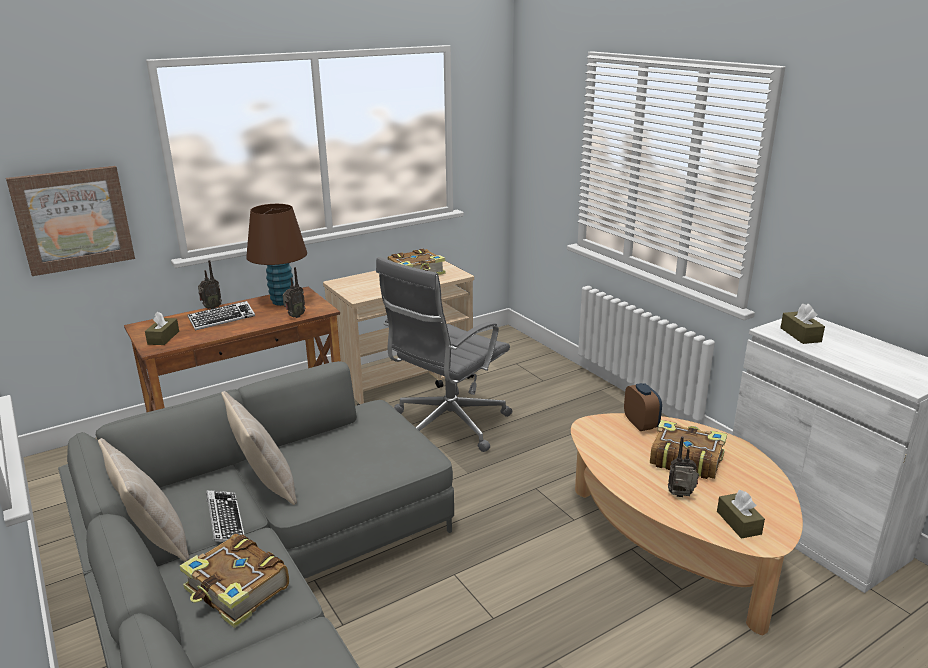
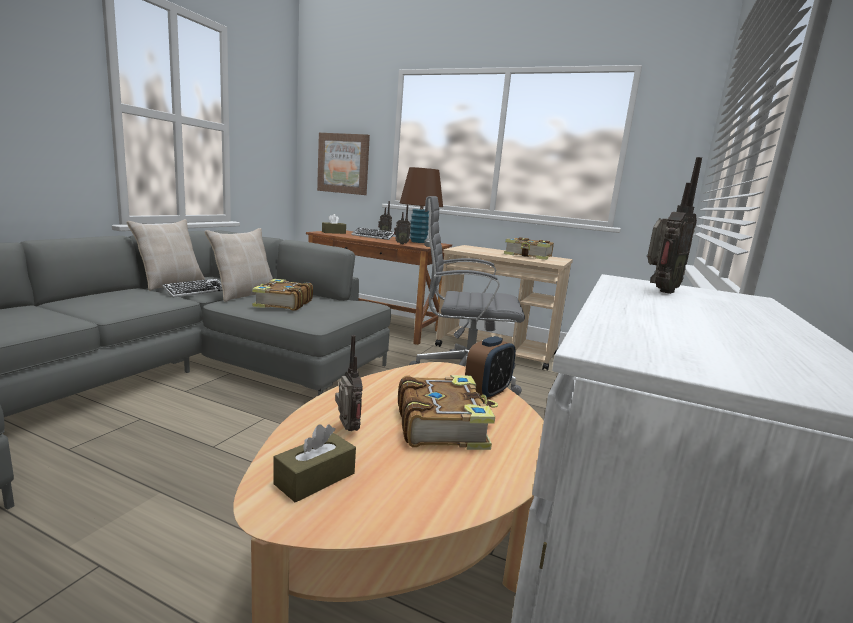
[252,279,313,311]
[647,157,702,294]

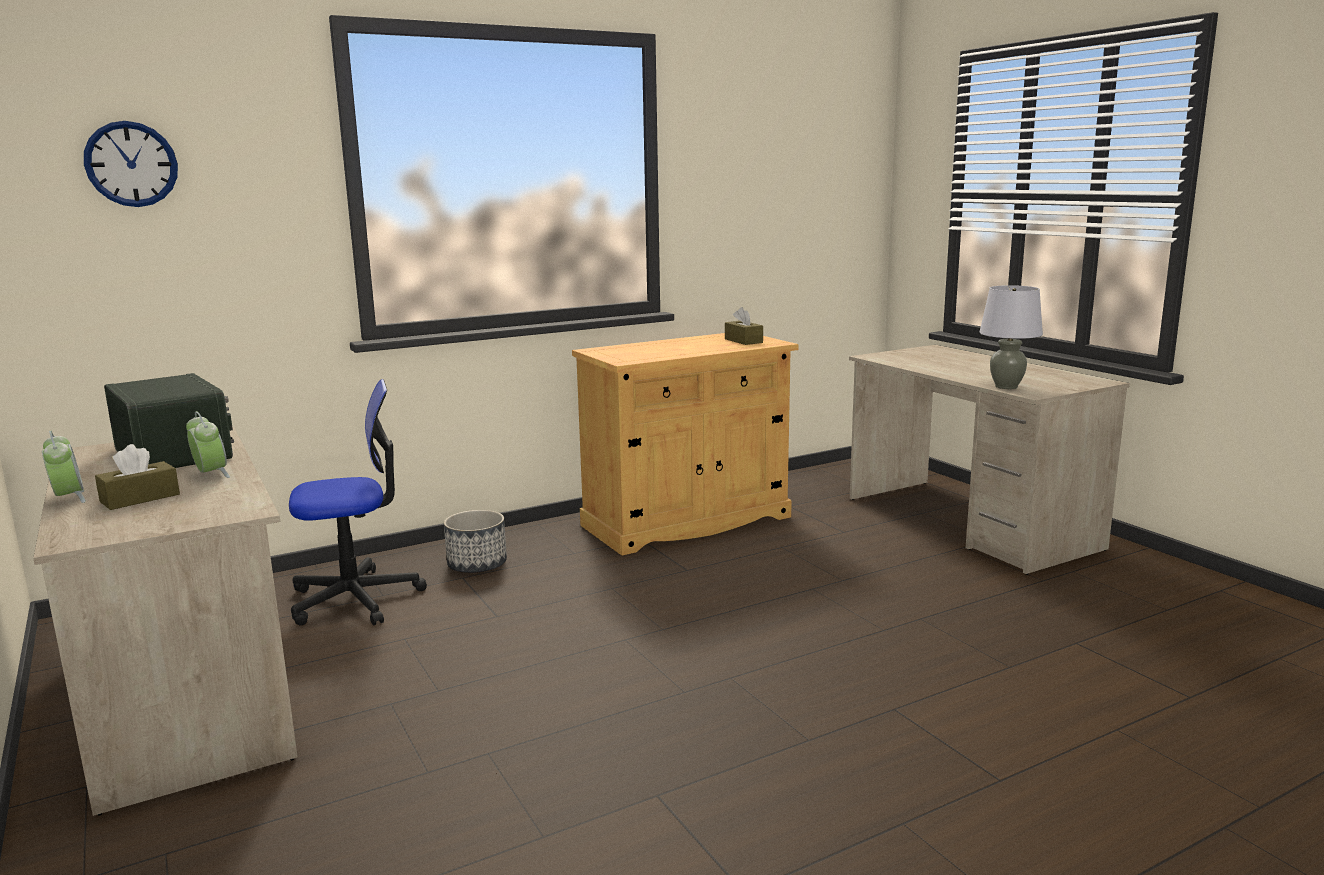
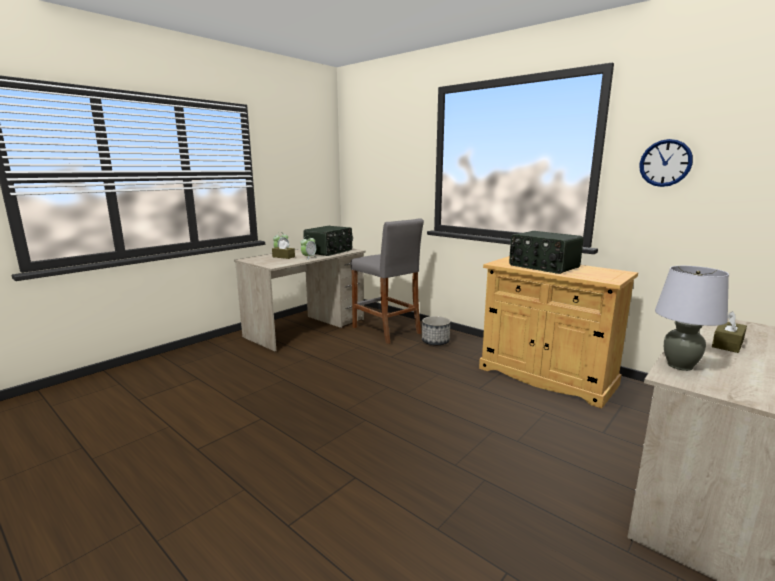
[351,218,424,344]
[509,231,583,274]
[640,139,693,187]
[712,311,747,353]

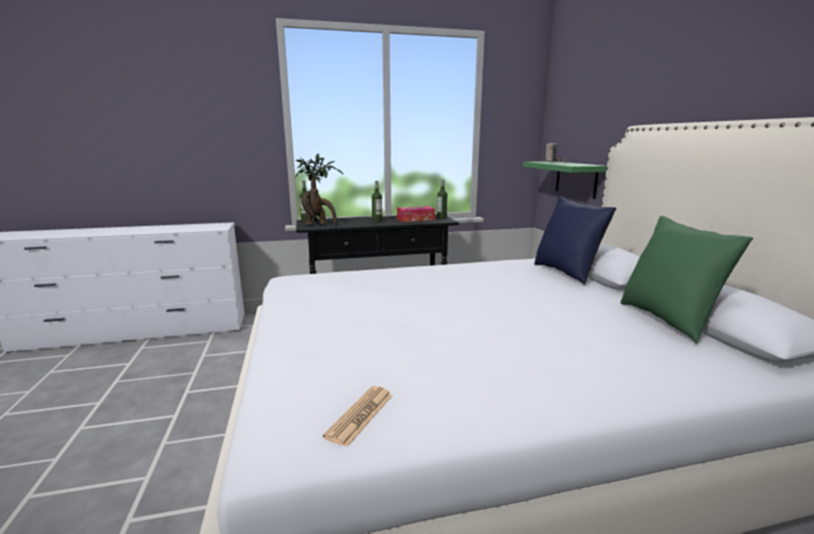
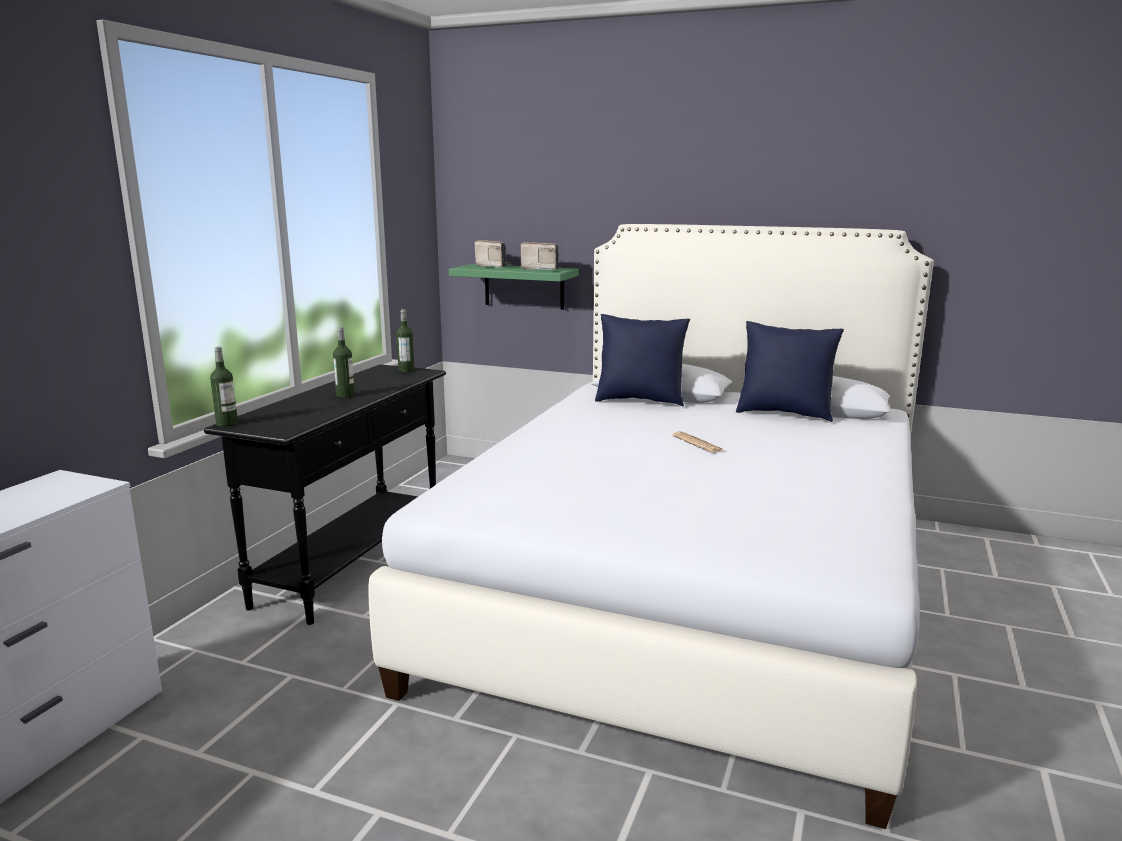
[520,242,559,270]
[672,431,723,453]
[736,321,844,422]
[295,153,344,225] (first image)
[397,206,435,222] (first image)

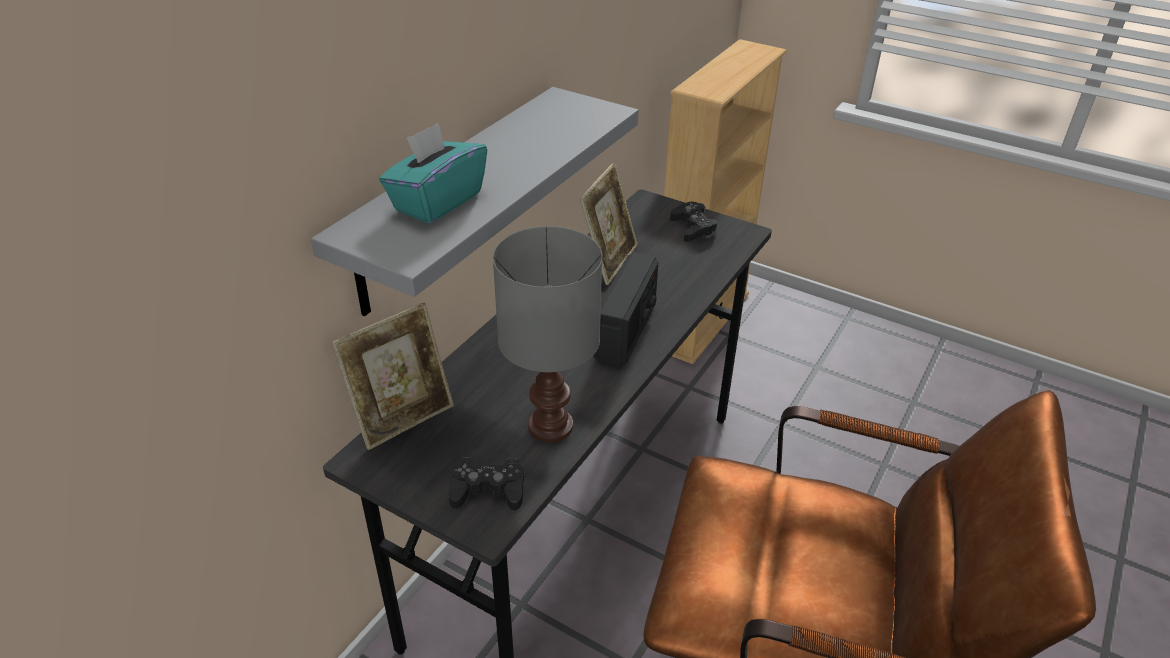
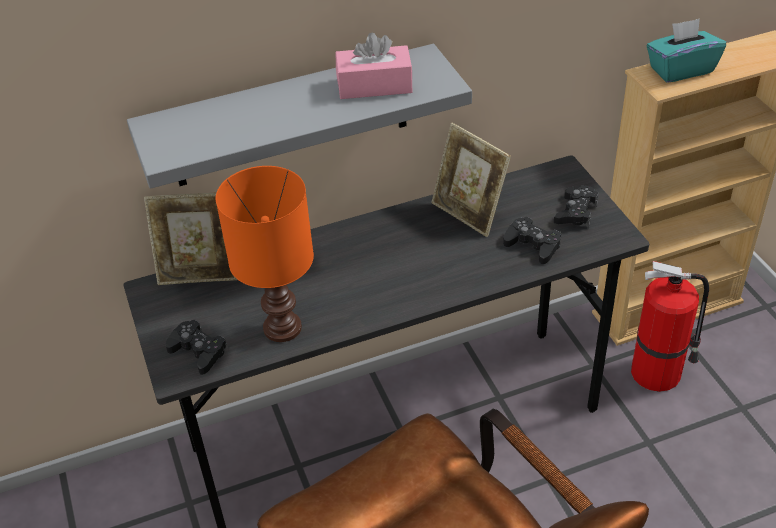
[216,166,314,342]
[336,33,413,99]
[431,123,511,237]
[503,217,561,264]
[631,261,709,392]
[647,19,726,83]
[594,252,658,368] (first image)

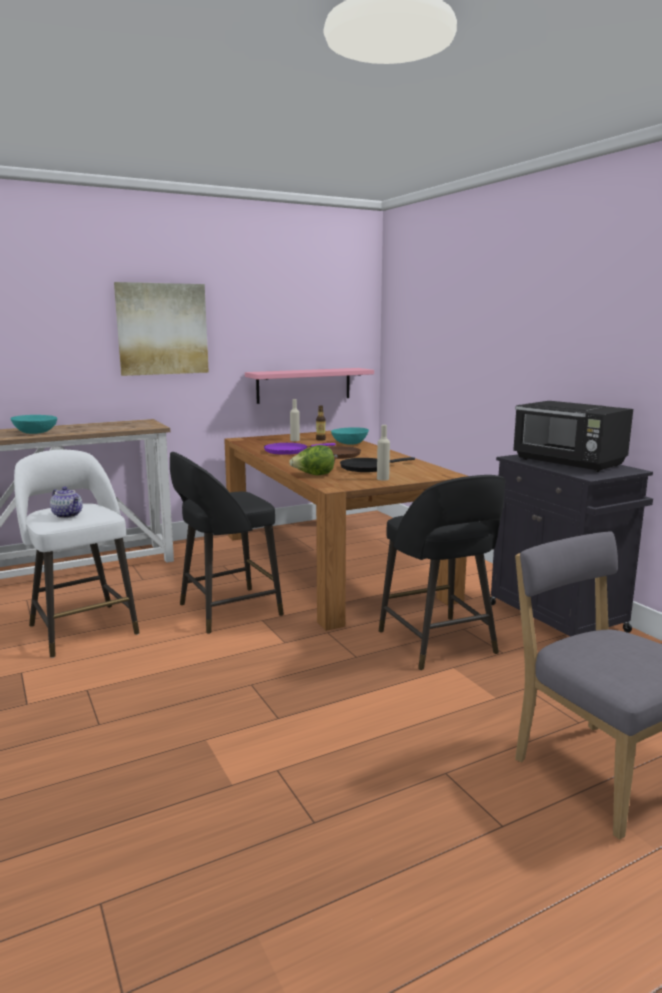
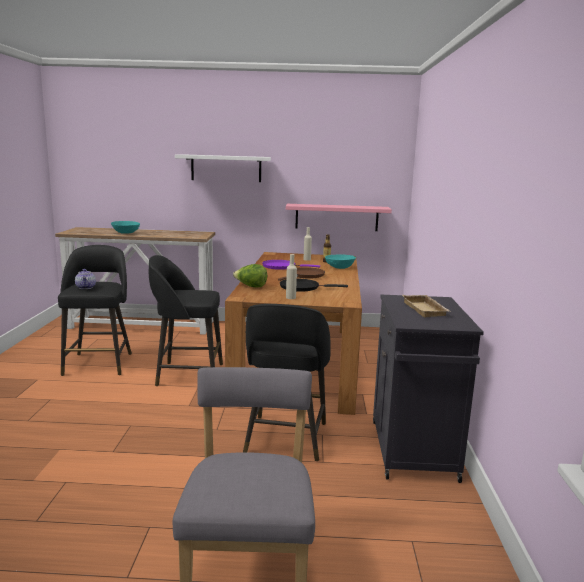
[58,245,132,376]
[175,154,271,182]
[402,295,450,317]

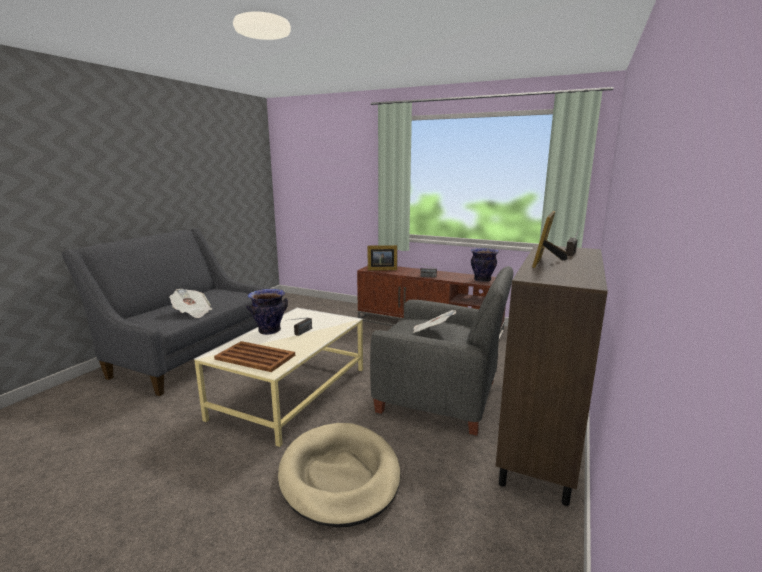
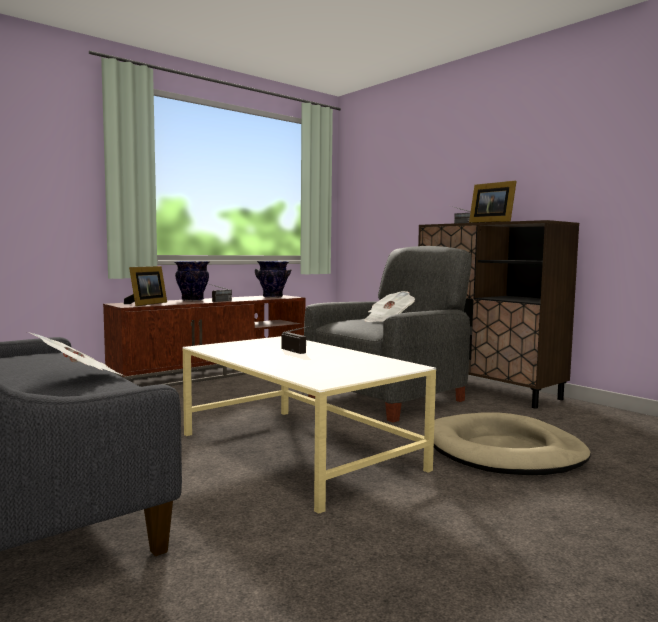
[174,261,210,301]
[214,341,295,372] (first image)

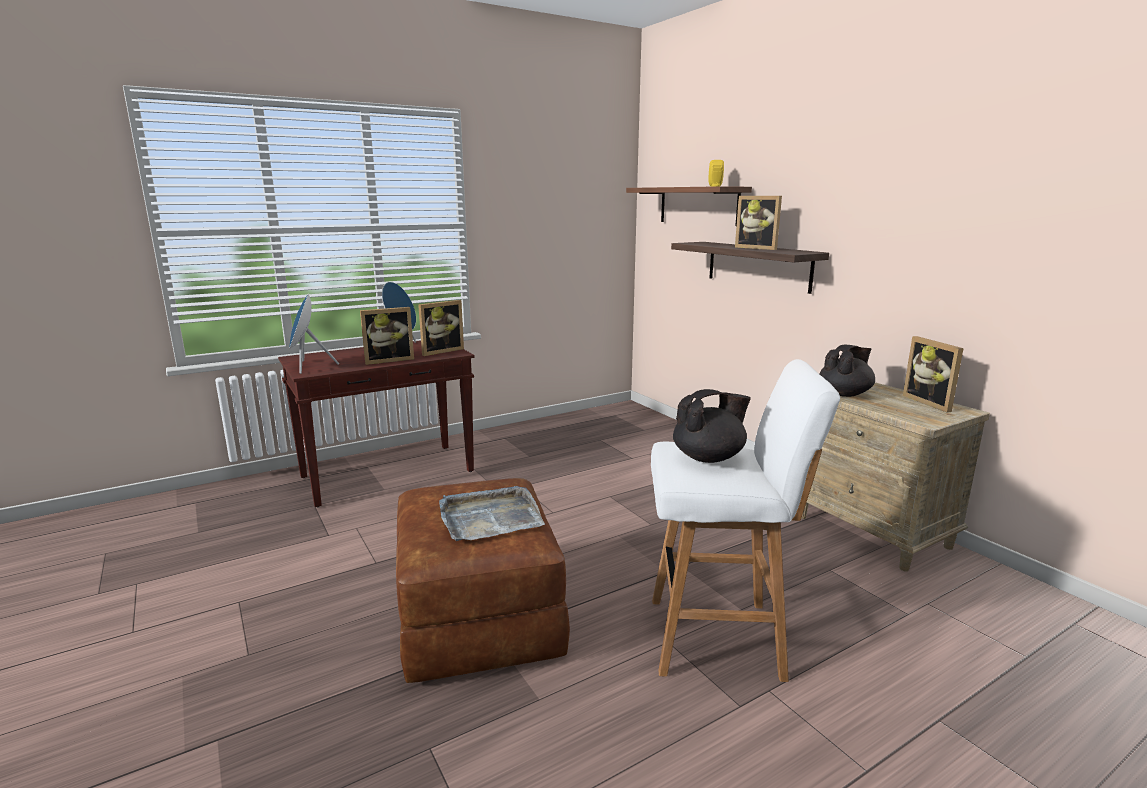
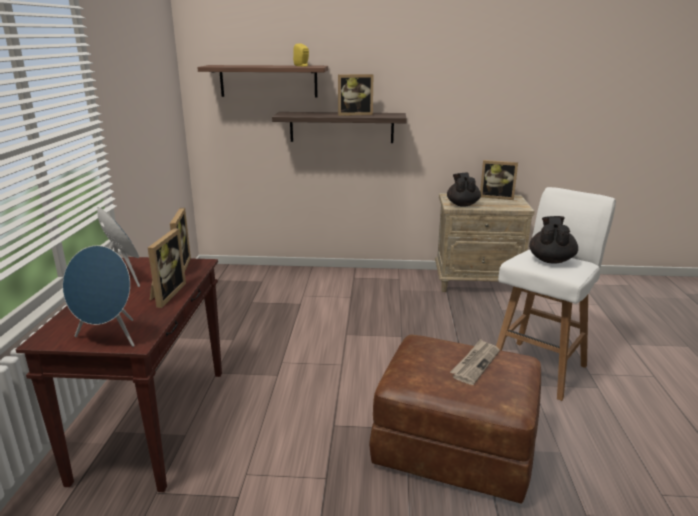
[450,339,500,385]

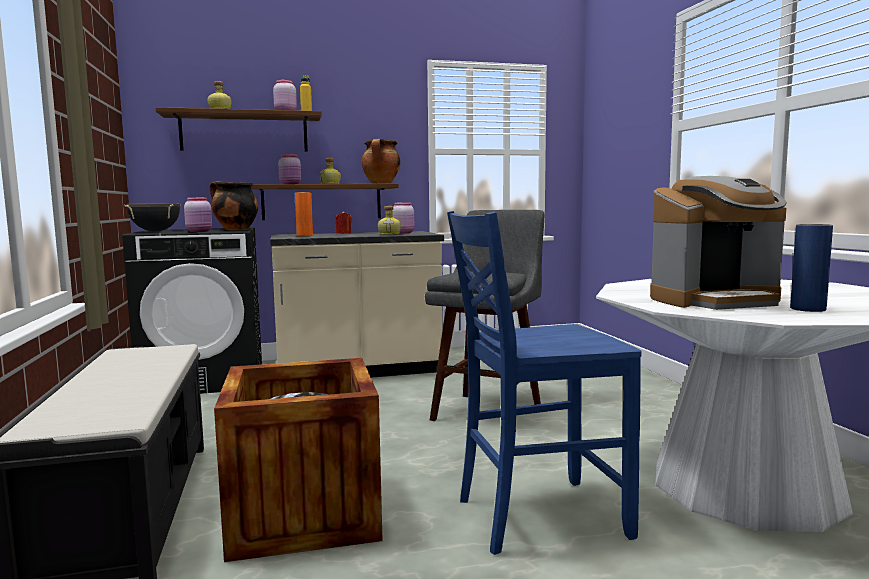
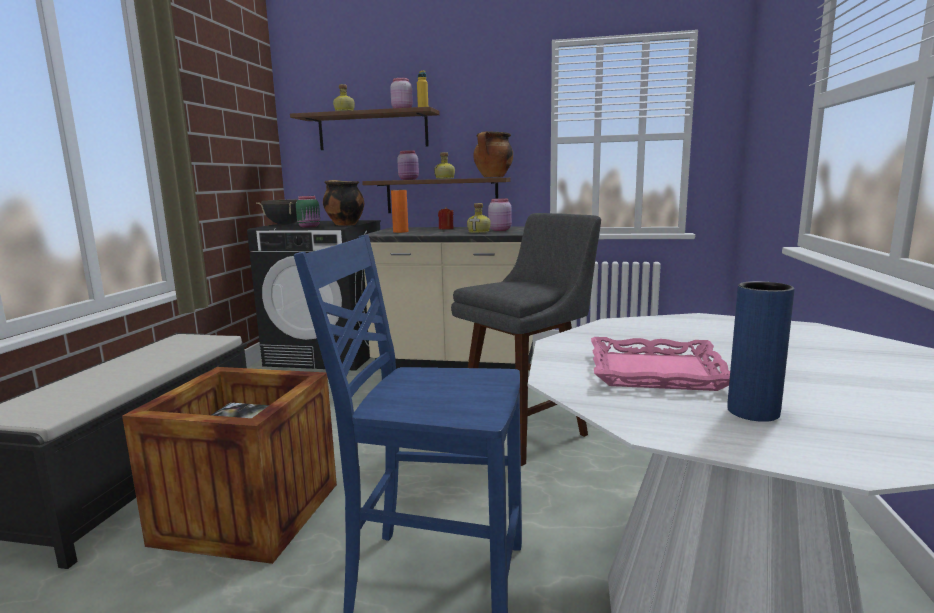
[296,196,320,227]
[591,337,730,391]

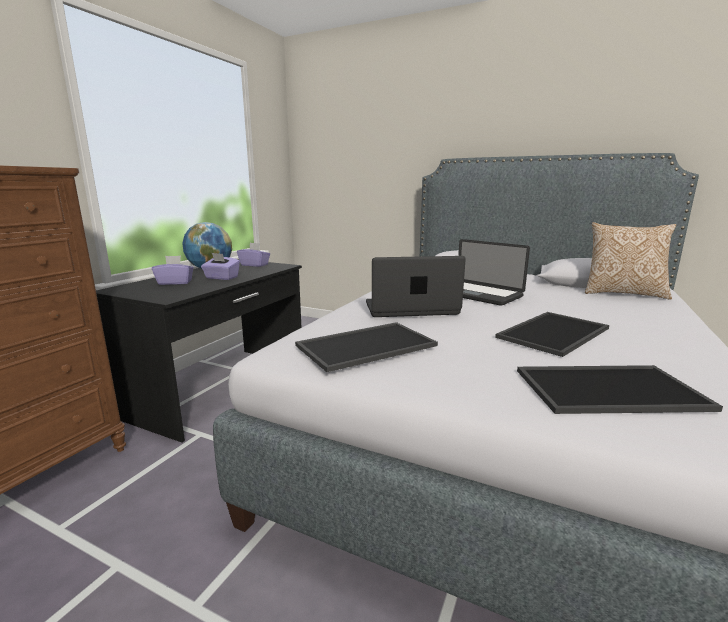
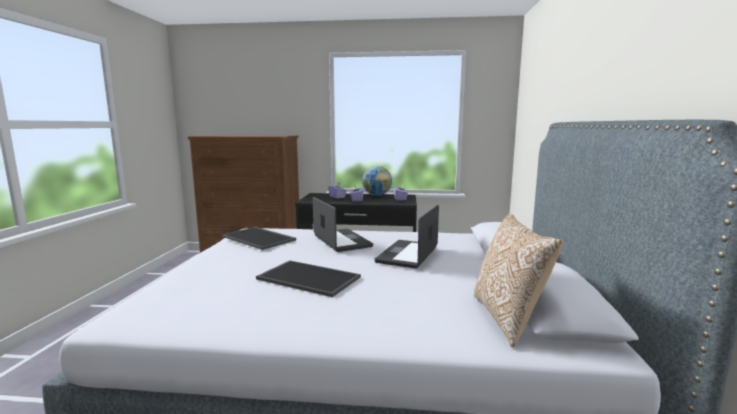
[517,365,723,414] (first image)

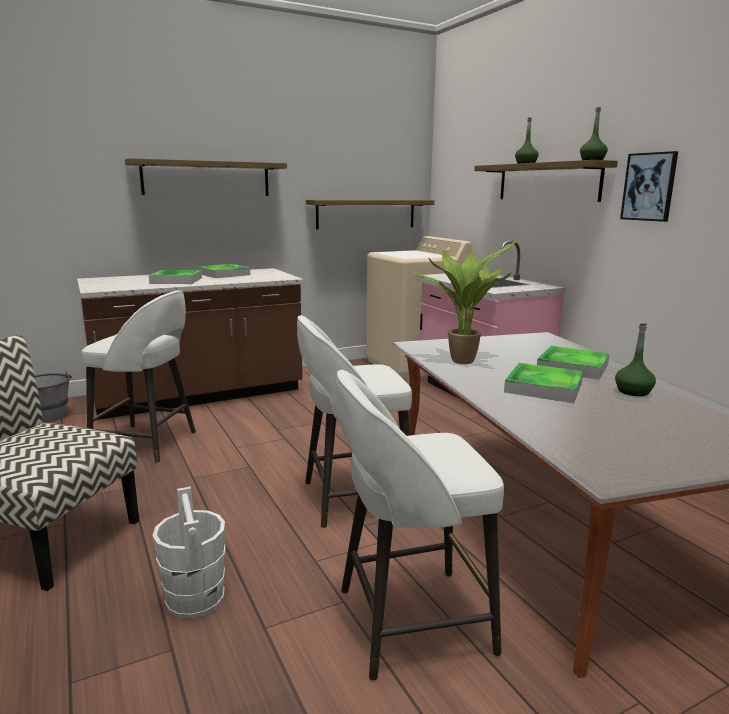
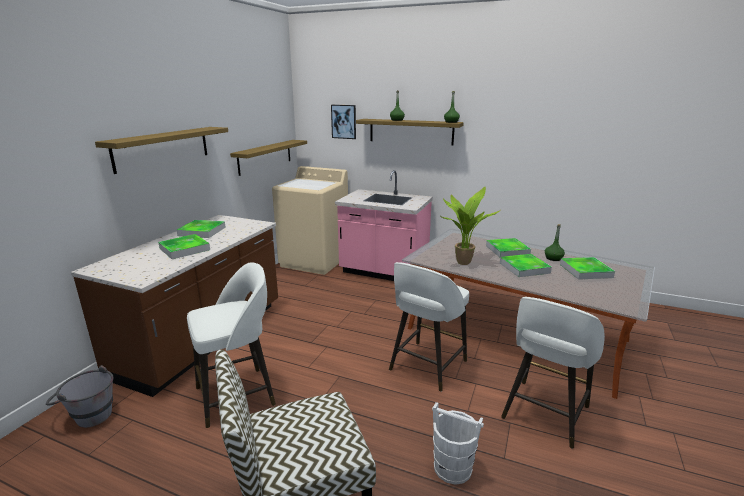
[331,105,356,139]
[560,257,615,279]

